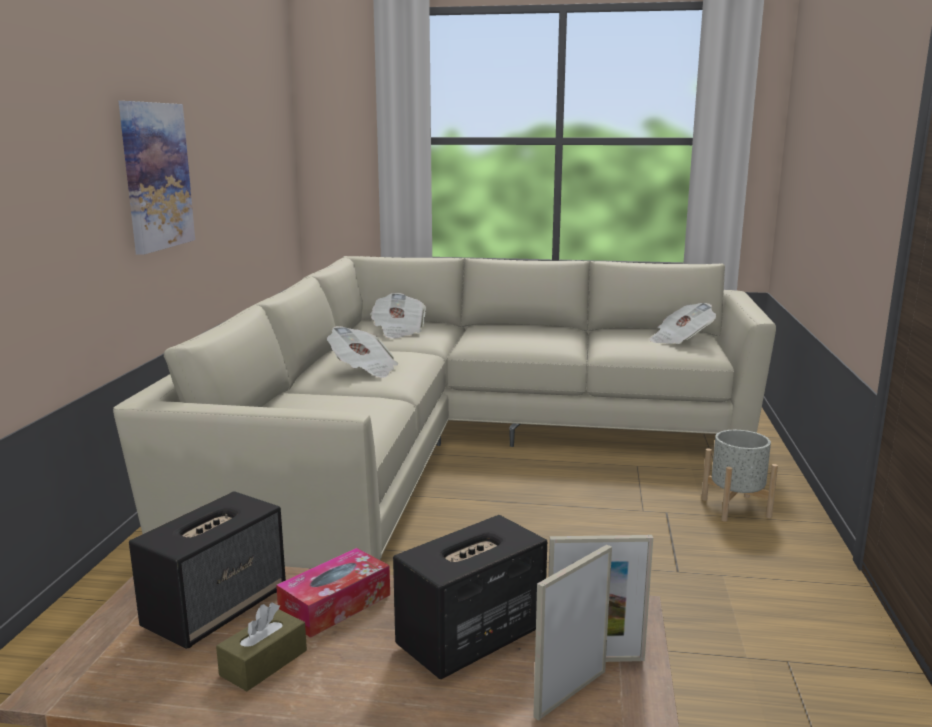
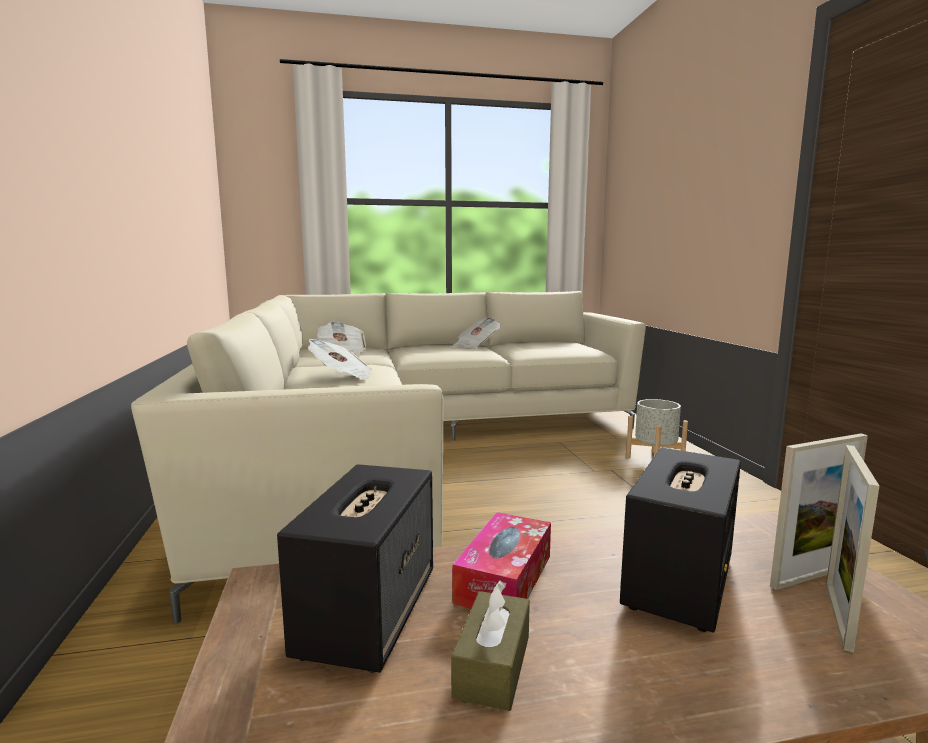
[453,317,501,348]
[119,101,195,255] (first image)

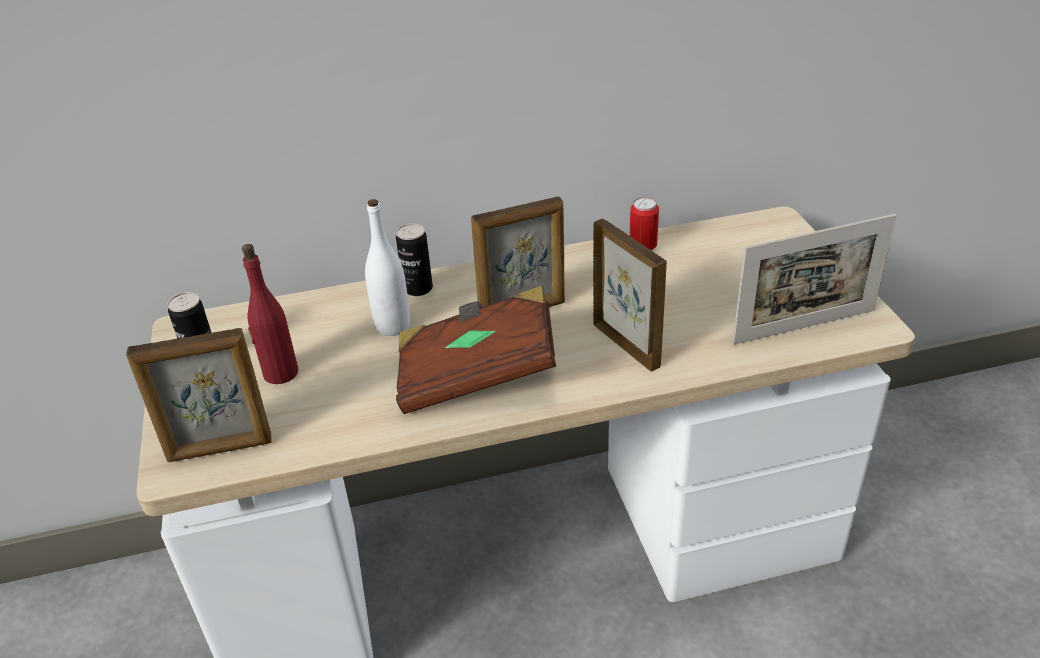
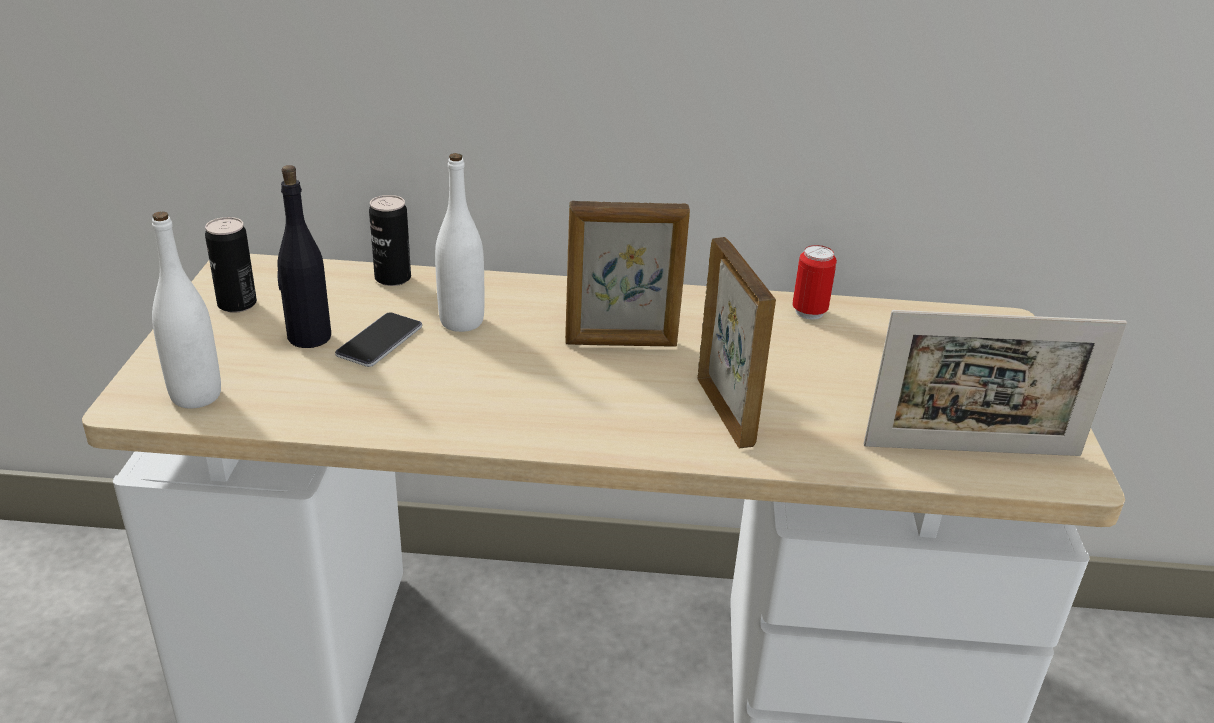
[152,211,221,409]
[277,165,331,348]
[335,312,422,367]
[369,195,411,286]
[396,286,556,414] (first image)

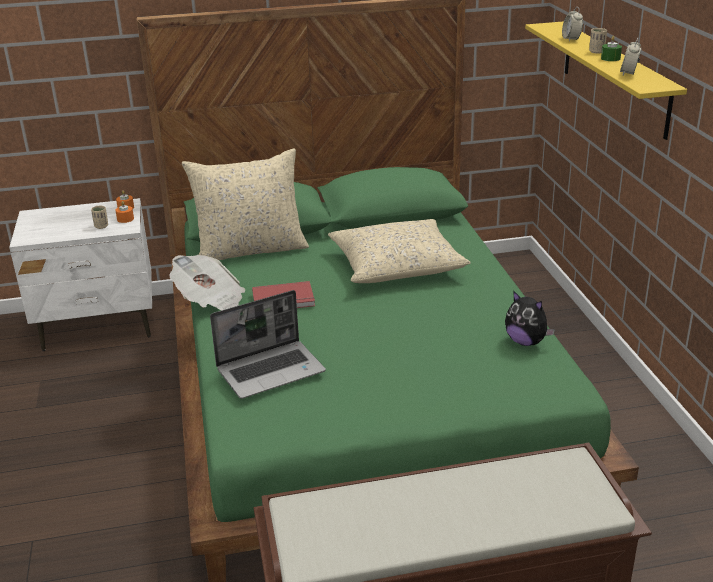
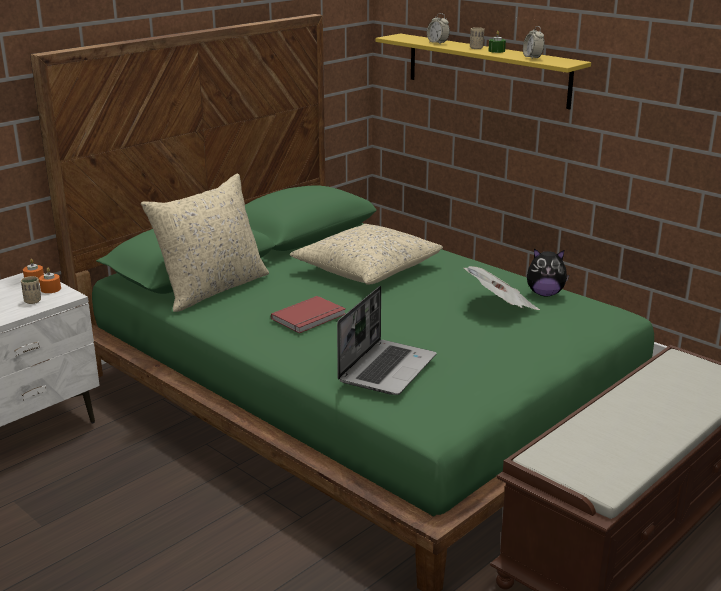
[464,266,540,310]

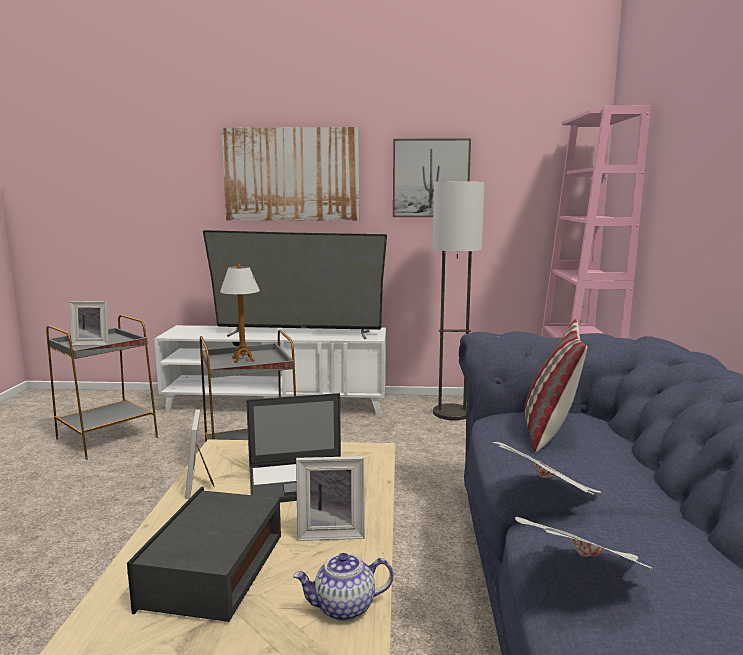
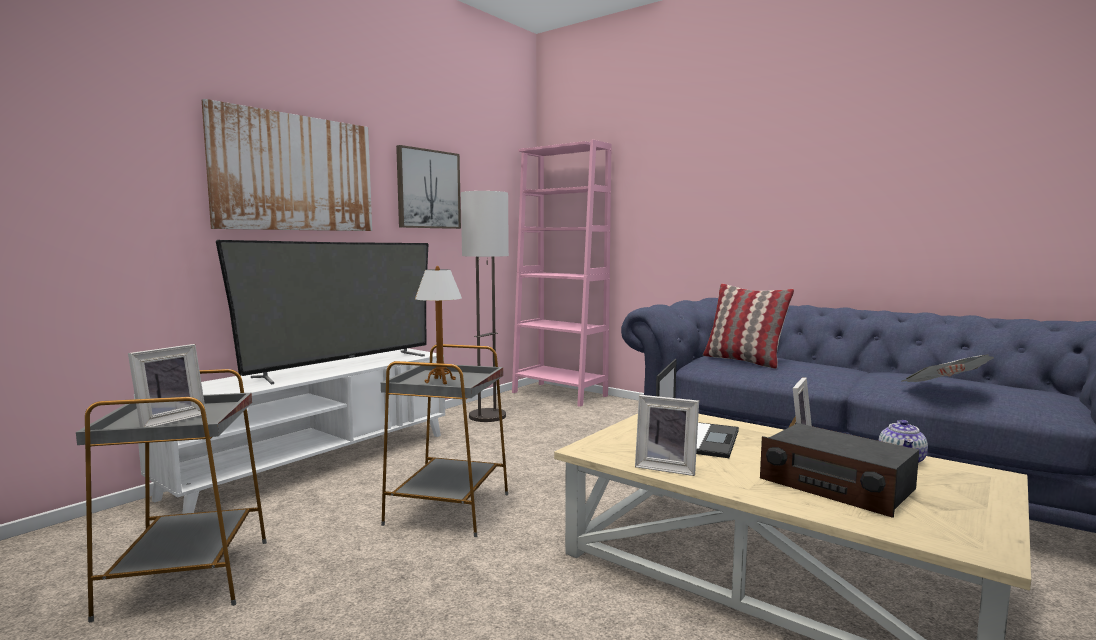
[493,442,601,495] (first image)

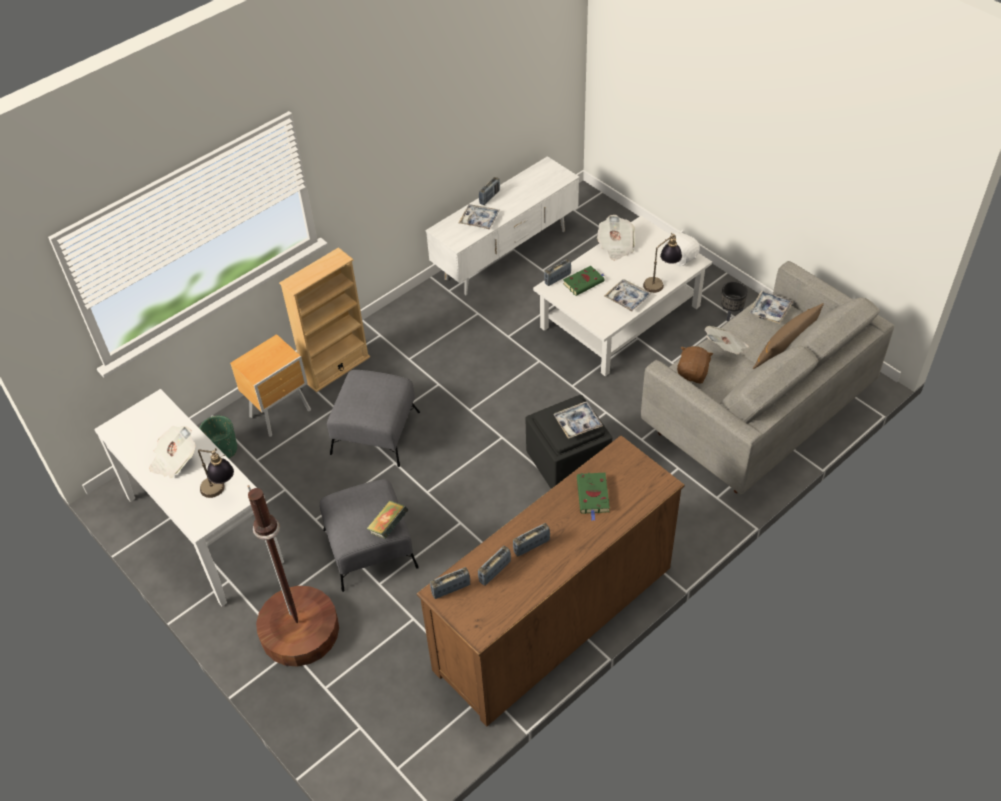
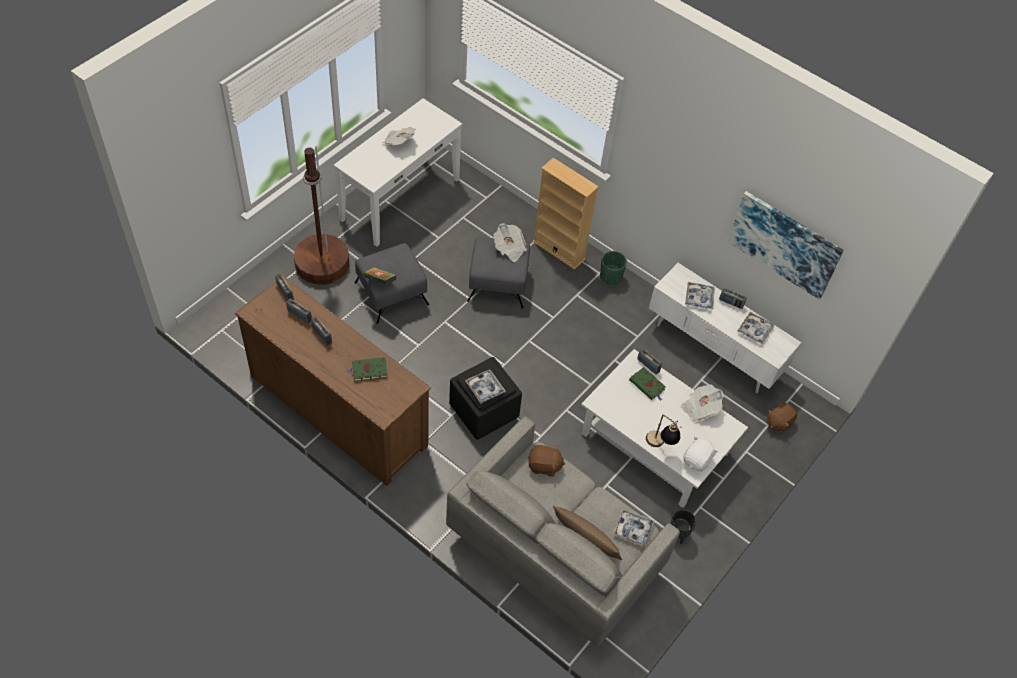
[493,223,527,262]
[600,251,627,285]
[728,191,844,300]
[737,312,775,345]
[766,402,797,434]
[198,448,234,498] (first image)
[230,334,311,437] (first image)

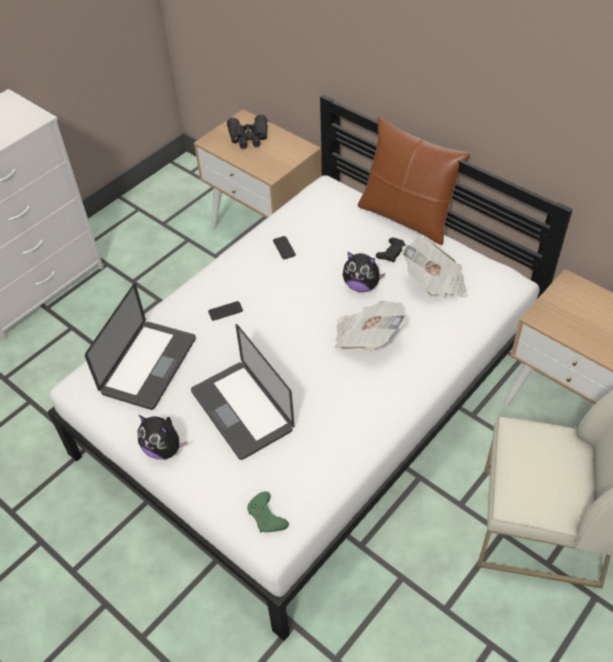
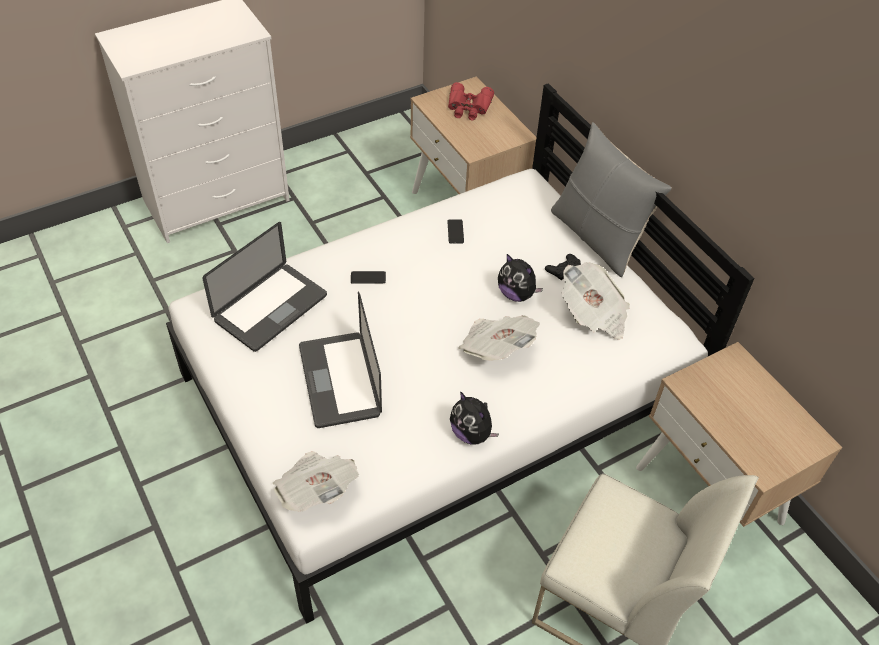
[273,451,359,512]
[448,82,494,120]
[450,391,499,444]
[551,122,672,277]

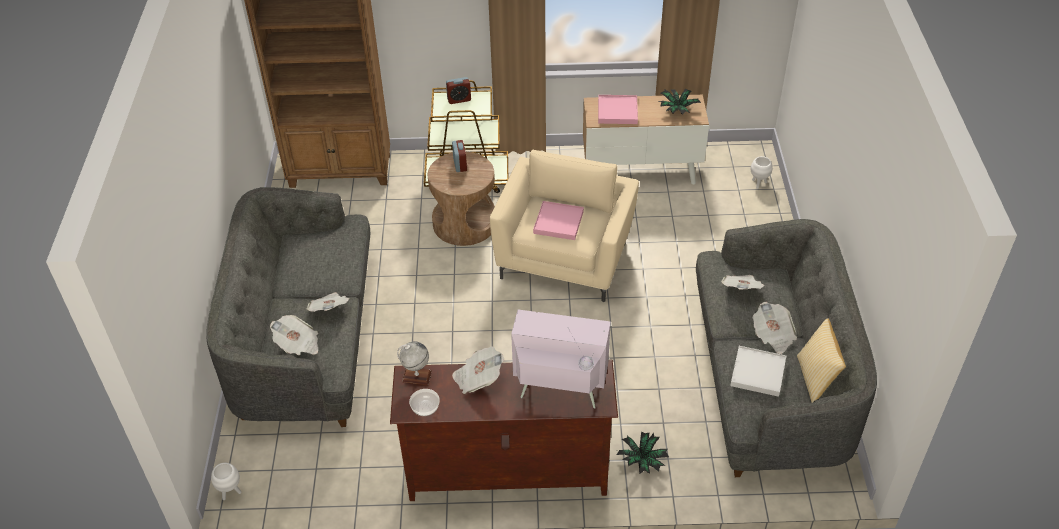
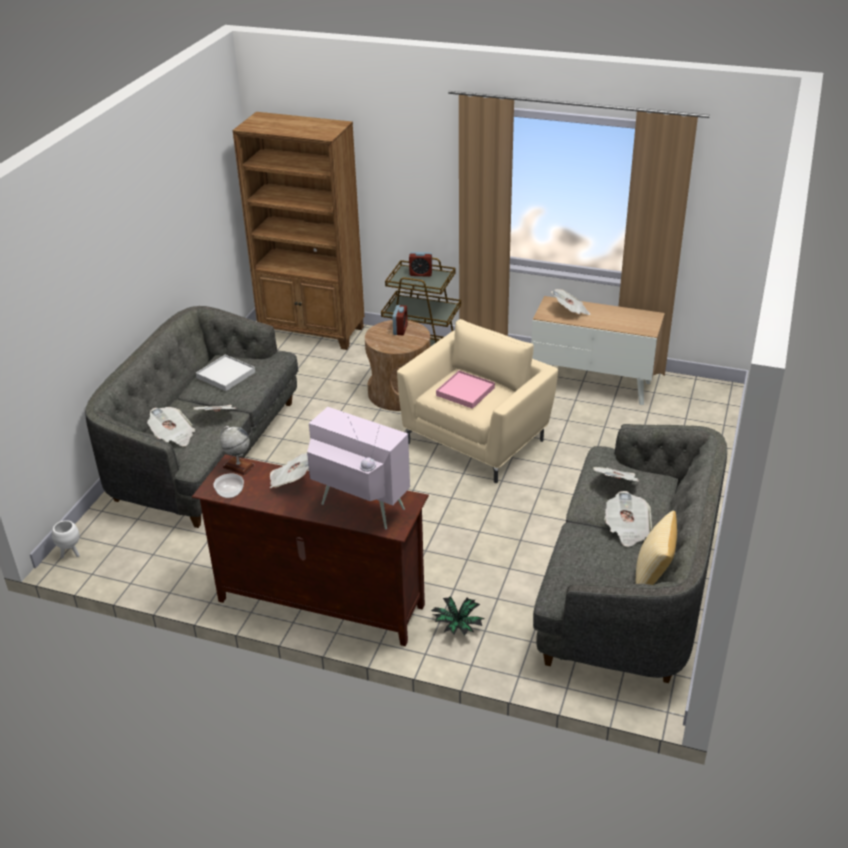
[196,355,255,391]
[551,289,591,315]
[657,88,701,114] (first image)
[751,156,773,189] (first image)

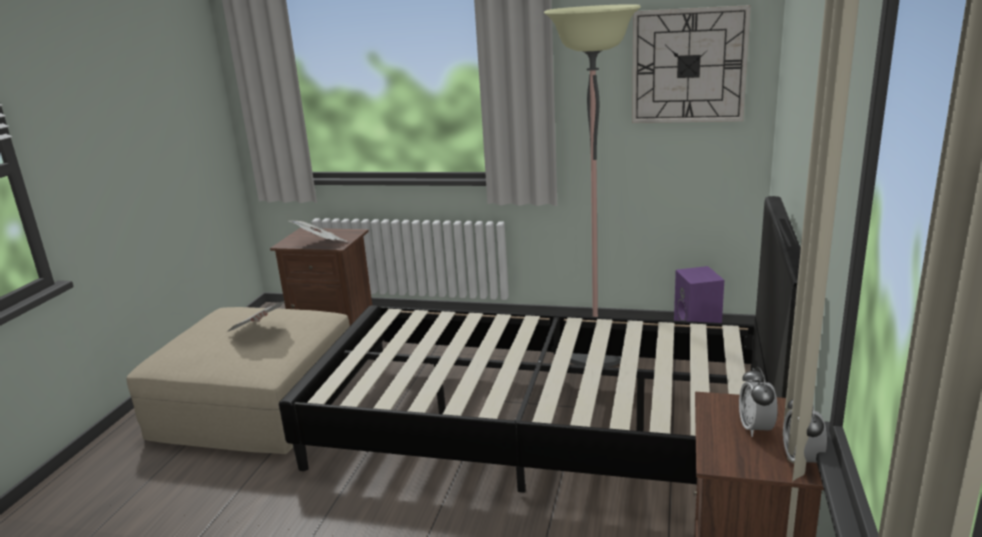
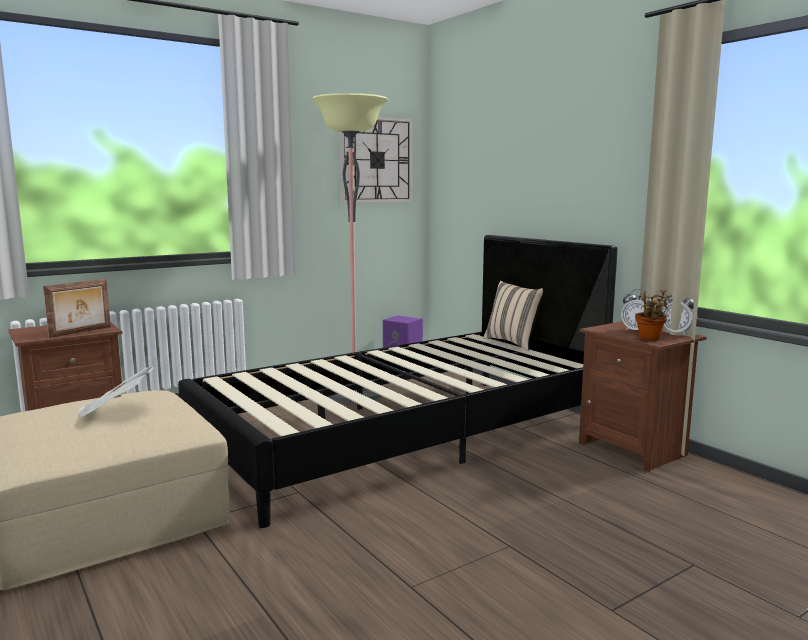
[43,279,111,338]
[483,281,543,351]
[635,290,670,341]

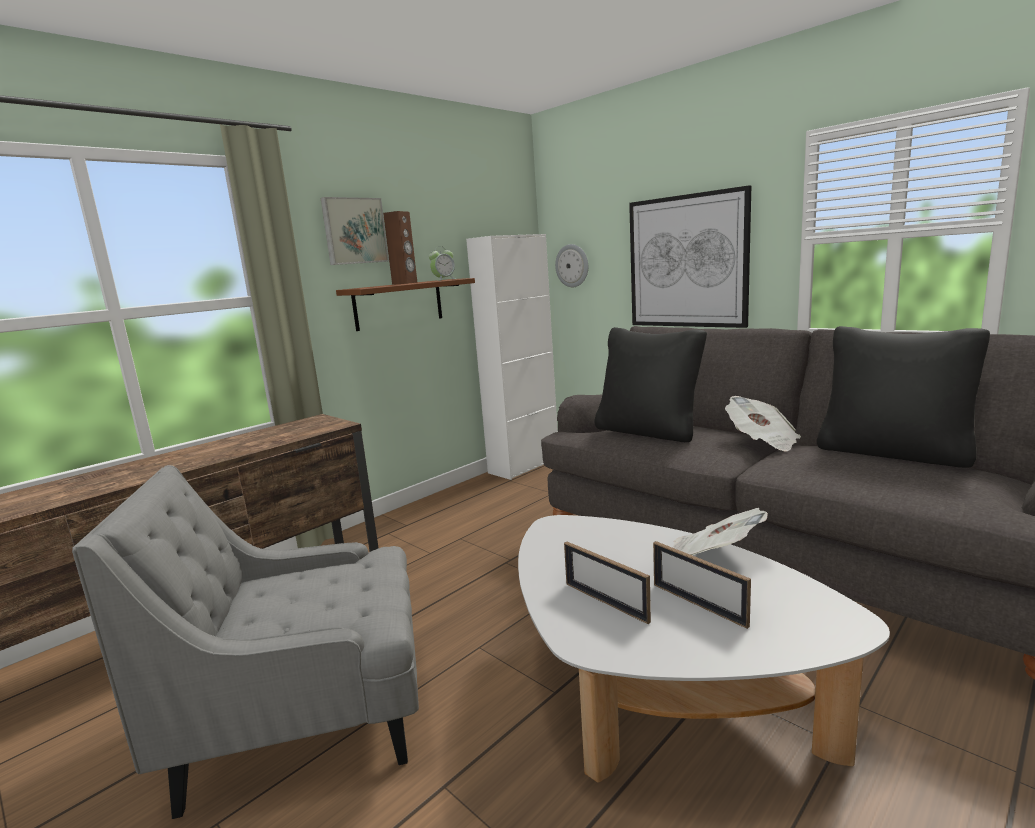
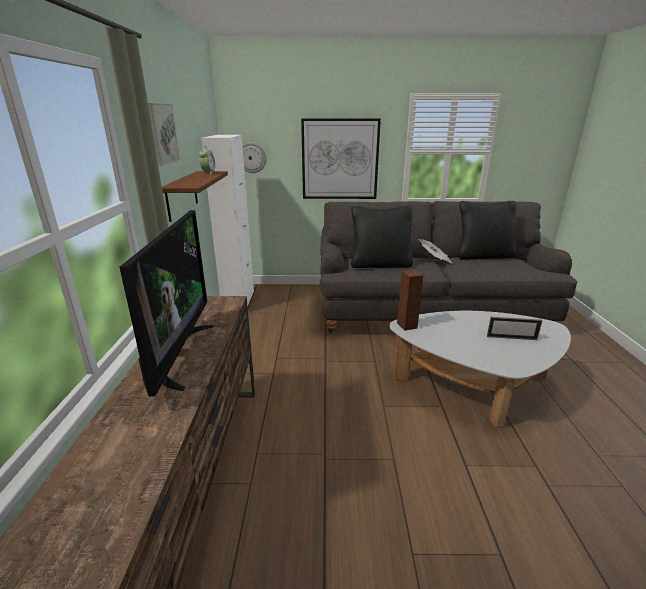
[119,210,214,396]
[397,270,423,331]
[72,465,419,819] (first image)
[564,541,651,624] (first image)
[673,508,768,555] (first image)

